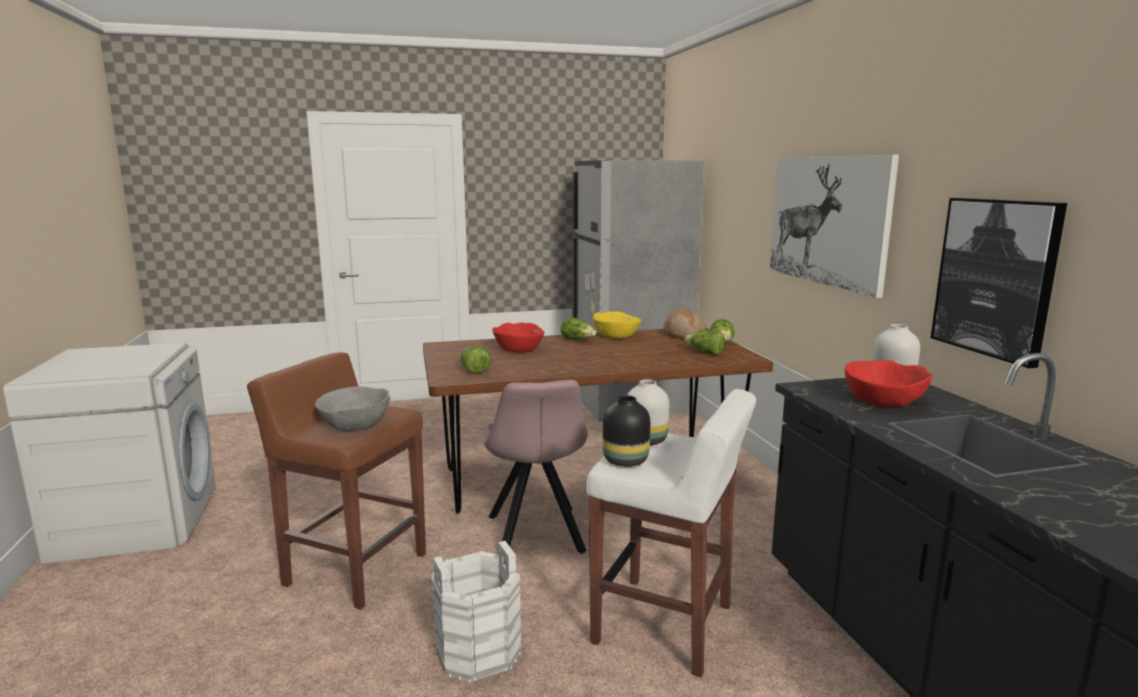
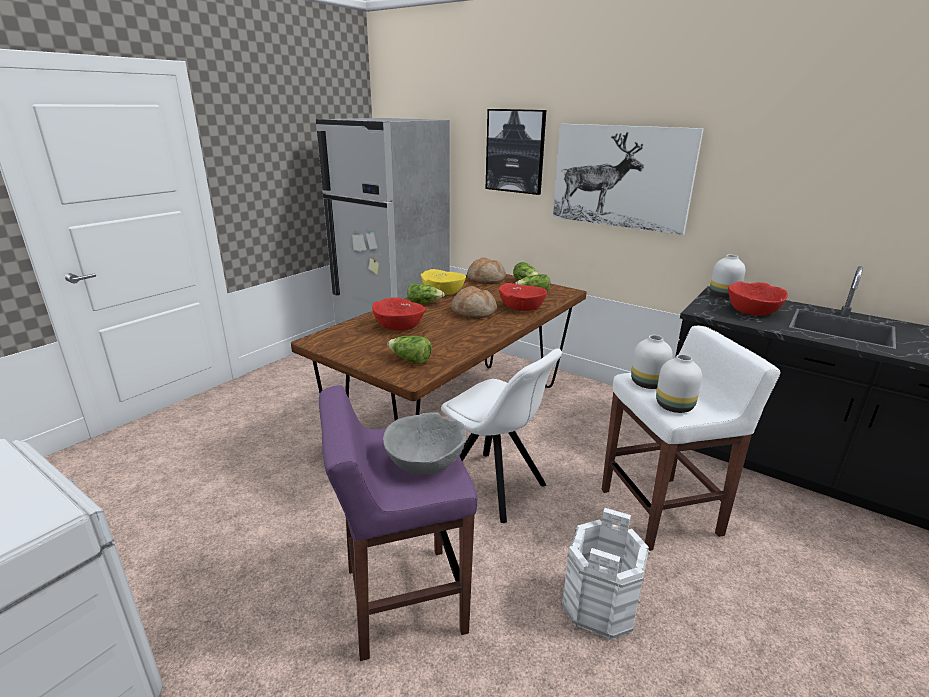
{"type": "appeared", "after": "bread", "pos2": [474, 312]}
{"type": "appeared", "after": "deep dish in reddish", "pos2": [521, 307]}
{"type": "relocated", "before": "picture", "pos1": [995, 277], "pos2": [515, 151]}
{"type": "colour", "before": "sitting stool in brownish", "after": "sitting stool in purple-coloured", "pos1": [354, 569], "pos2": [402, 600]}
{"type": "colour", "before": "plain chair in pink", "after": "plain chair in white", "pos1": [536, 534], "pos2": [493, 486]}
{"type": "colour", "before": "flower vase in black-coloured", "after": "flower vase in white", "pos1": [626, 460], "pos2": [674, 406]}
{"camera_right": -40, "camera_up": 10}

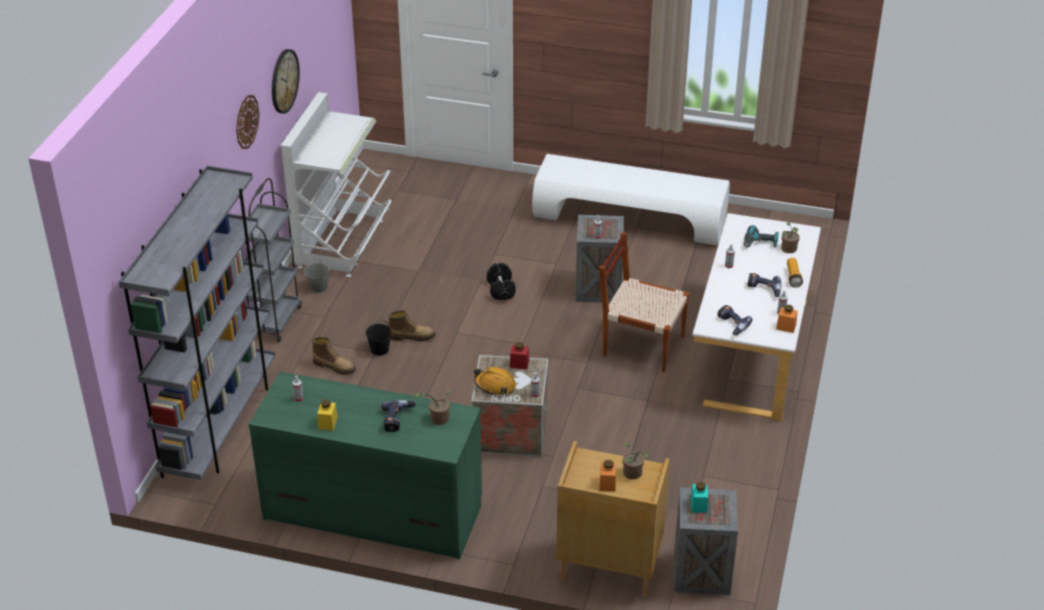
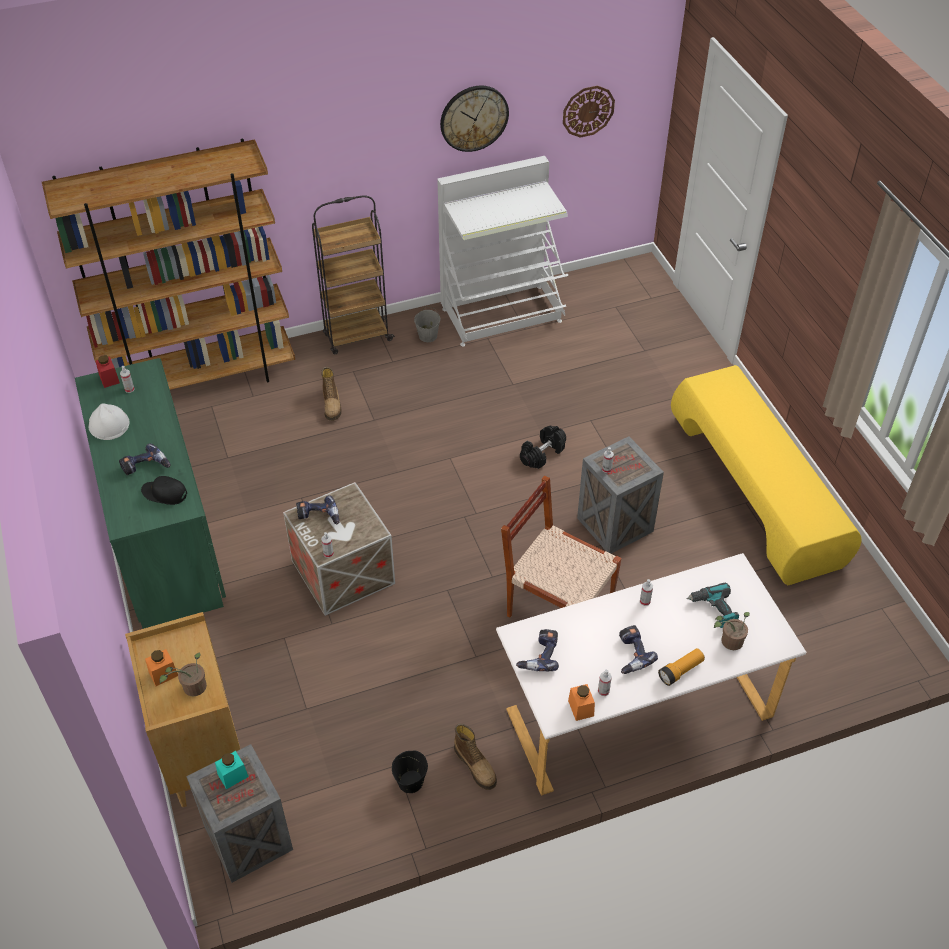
{"type": "relocated", "before": "wall clock", "pos1": [246, 121], "pos2": [588, 111]}
{"type": "relocated", "before": "water bucket in black-coloured", "pos1": [380, 350], "pos2": [410, 782]}
{"type": "relocated", "before": "tall boot", "pos1": [412, 336], "pos2": [476, 765]}
{"type": "relocated", "before": "jar in reddish", "pos1": [519, 364], "pos2": [109, 379]}
{"type": "exchanged", "before": "jar in yellowish", "after": "safety helmet in white", "pos1": [327, 423], "pos2": [109, 424]}
{"type": "exchanged", "before": "houseplant", "after": "cap in black-coloured", "pos1": [437, 419], "pos2": [164, 493]}
{"type": "exchanged", "before": "safety helmet in orange", "after": "drill", "pos1": [495, 385], "pos2": [318, 517]}
{"type": "colour", "before": "shelving unit in grey", "after": "shelving unit in brownish", "pos1": [220, 425], "pos2": [202, 379]}
{"type": "colour", "before": "wheeled cart in grey", "after": "wheeled cart in brownish", "pos1": [275, 323], "pos2": [357, 338]}
{"type": "colour", "before": "bench in white", "after": "bench in yellowish", "pos1": [630, 217], "pos2": [756, 489]}
{"type": "spun", "before": "plain chair", "pos1": [641, 345], "pos2": [557, 606], "turn": -45}
{"camera_right": 55, "camera_up": 10}

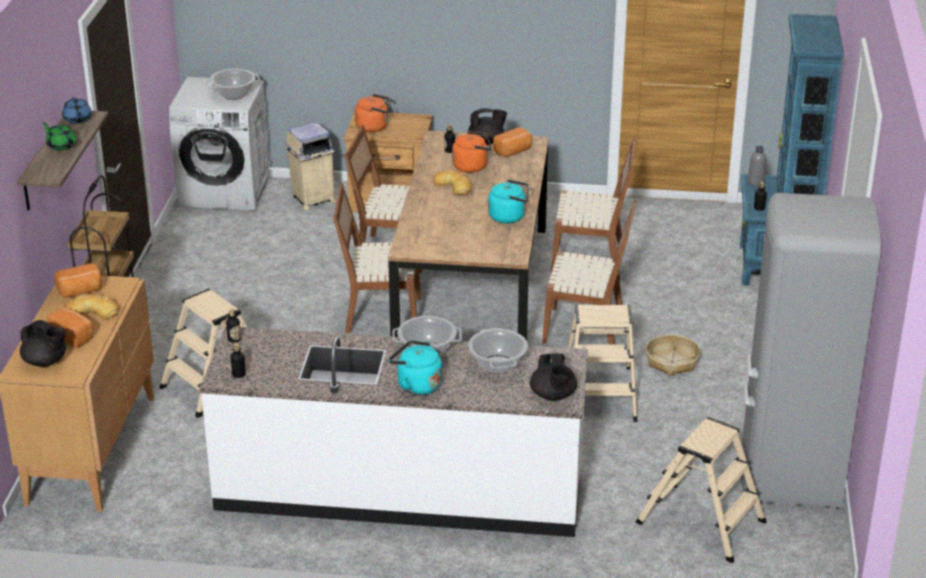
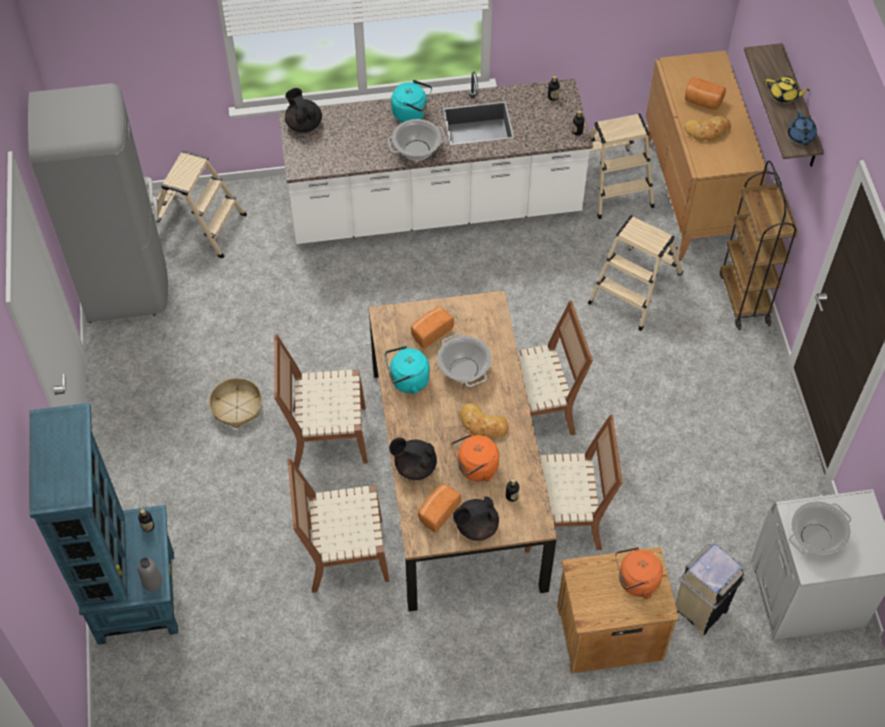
{"type": "relocated", "before": "pot for tea in black-coloured", "pos1": [46, 362], "pos2": [414, 466]}
{"type": "relocated", "before": "bread", "pos1": [80, 291], "pos2": [430, 332]}
{"type": "relocated", "before": "cooking pot", "pos1": [497, 364], "pos2": [464, 369]}
{"type": "relocated", "before": "step stool in beige", "pos1": [599, 392], "pos2": [613, 182]}
{"type": "colour", "before": "pot for tea in greenish", "after": "pot for tea in yellowish", "pos1": [61, 145], "pos2": [784, 96]}
{"type": "spun", "before": "pot for tea in blue", "pos1": [77, 119], "pos2": [801, 136], "turn": -150}
{"camera_right": 165, "camera_up": 25}

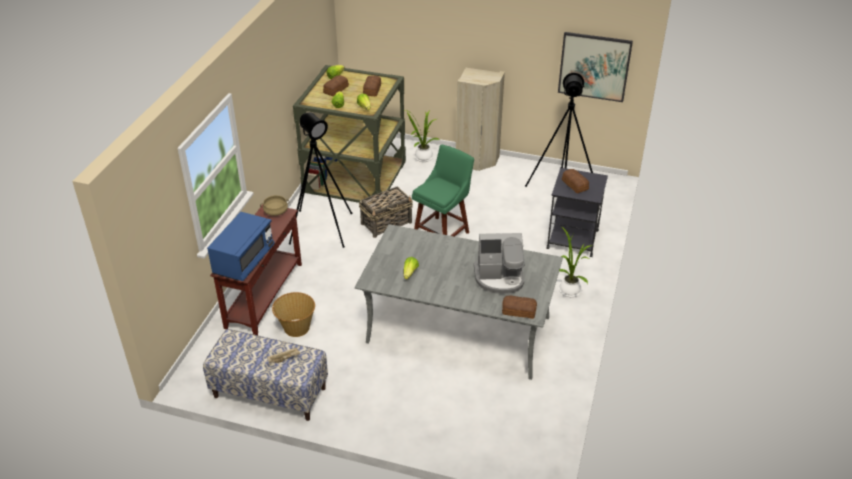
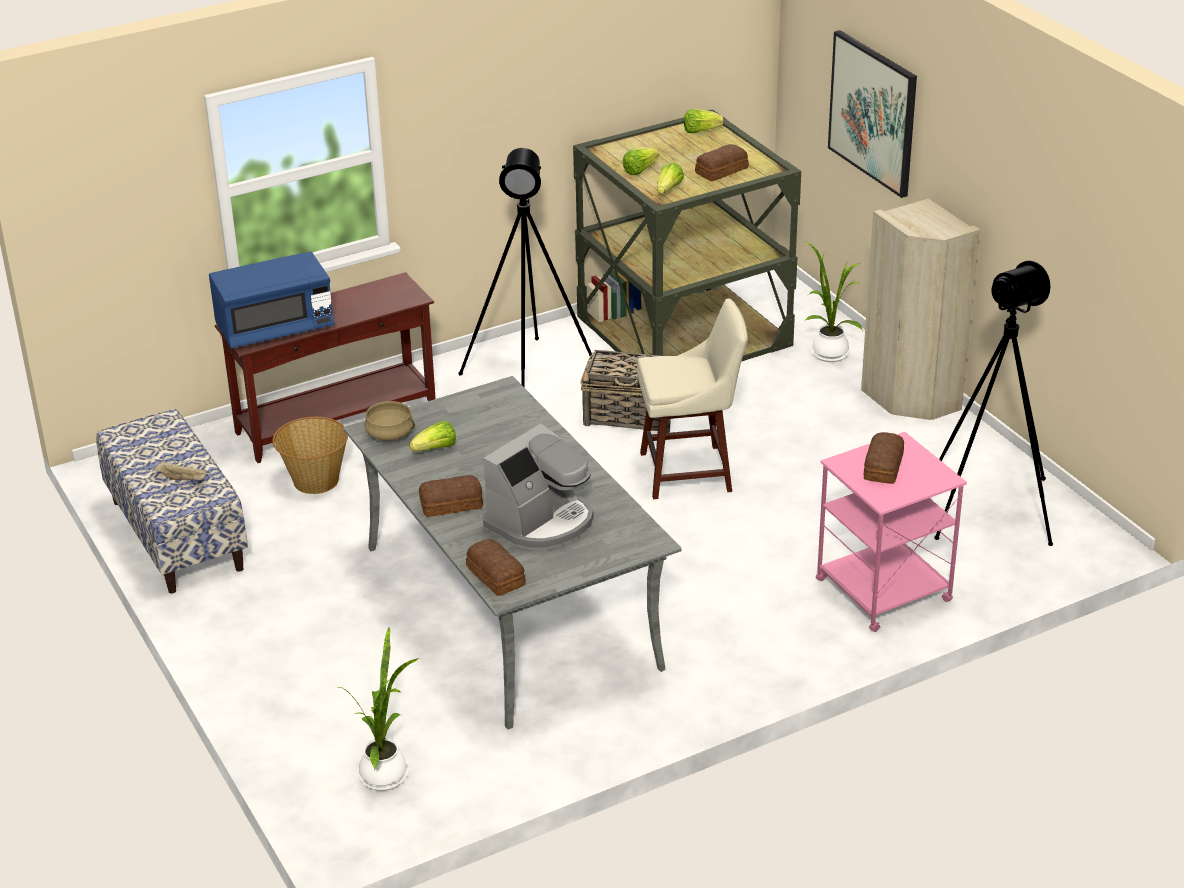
{"type": "relocated", "before": "cooking pot in beige", "pos1": [276, 211], "pos2": [390, 434]}
{"type": "relocated", "before": "bread", "pos1": [335, 89], "pos2": [450, 504]}
{"type": "relocated", "before": "picture", "pos1": [594, 66], "pos2": [873, 112]}
{"type": "relocated", "before": "houseplant", "pos1": [568, 289], "pos2": [385, 773]}
{"type": "colour", "before": "sitting stool in greenish", "after": "sitting stool in beige", "pos1": [443, 233], "pos2": [691, 471]}
{"type": "colour", "before": "wheeled cart in black-coloured", "after": "wheeled cart in pink", "pos1": [572, 240], "pos2": [882, 591]}
{"type": "spun", "before": "coffee brewer", "pos1": [499, 278], "pos2": [541, 522], "turn": -90}
{"camera_right": 45, "camera_up": -5}

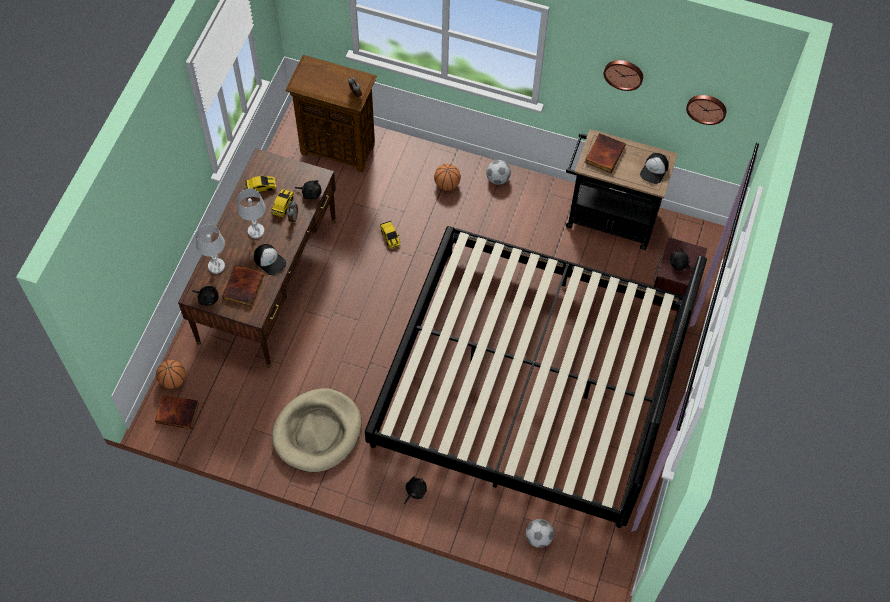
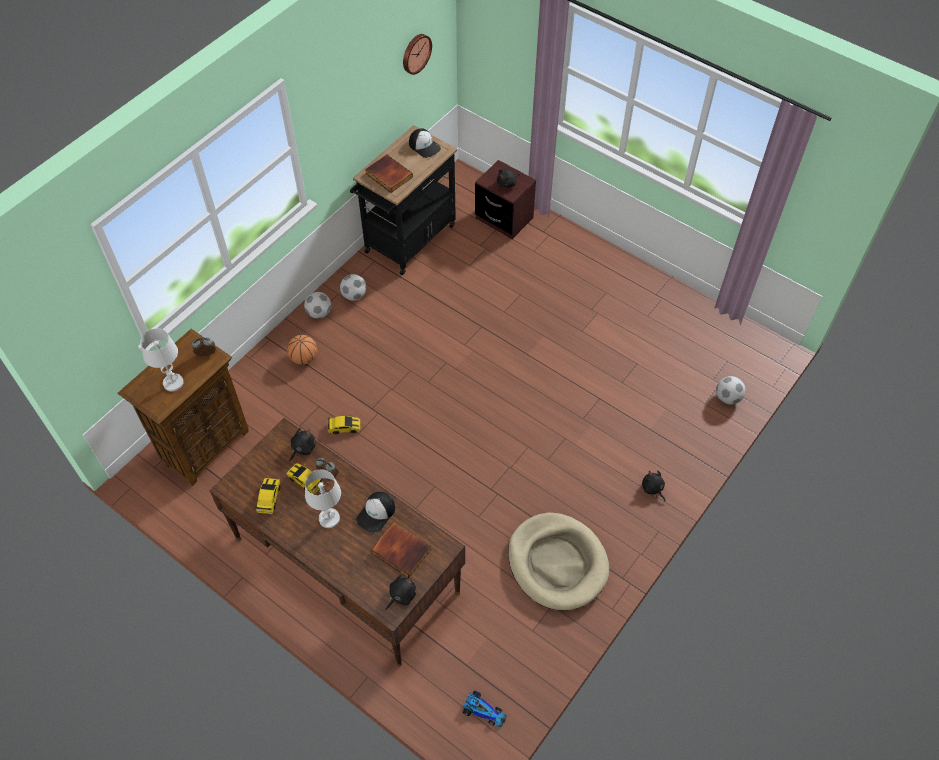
{"type": "missing", "before": "basketball", "pos1": [173, 380]}
{"type": "missing", "before": "bedroom bed", "pos1": [530, 383]}
{"type": "missing", "before": "wall clock", "pos1": [624, 73]}
{"type": "appeared", "after": "football", "pos2": [354, 295]}
{"type": "relocated", "before": "tabletop lamp in white", "pos1": [216, 266], "pos2": [173, 382]}
{"type": "exchanged", "before": "volume", "after": "model car", "pos1": [178, 412], "pos2": [484, 710]}
{"type": "spun", "before": "cap", "pos1": [270, 260], "pos2": [376, 513], "turn": 150}
{"camera_right": -70, "camera_up": -5}

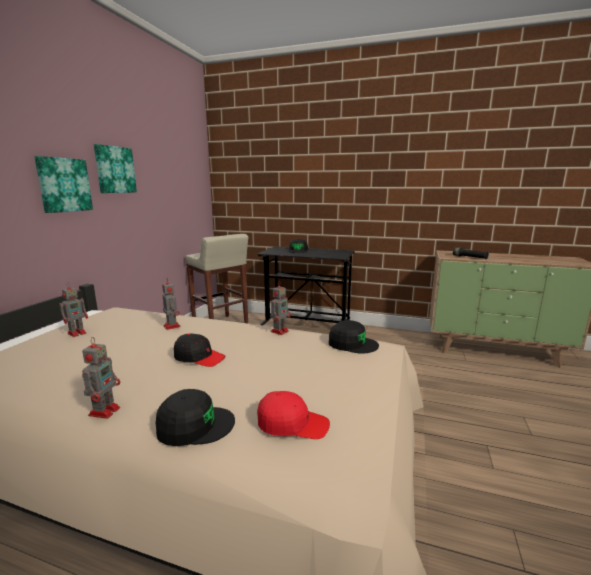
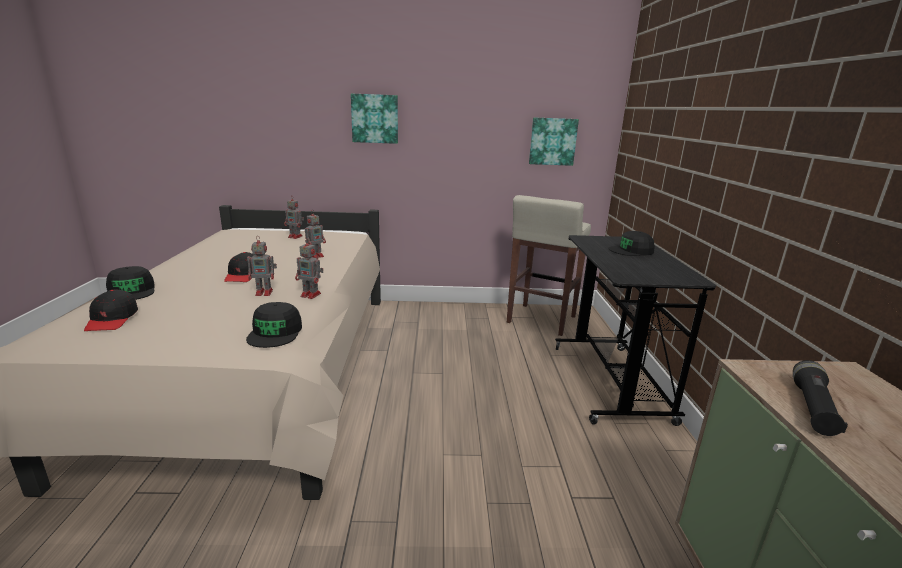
{"type": "relocated", "before": "model robot", "pos1": [105, 410], "pos2": [265, 292]}
{"type": "relocated", "before": "picture", "pos1": [114, 170], "pos2": [552, 141]}
{"type": "colour", "before": "cap in reddish", "after": "cap in black-coloured", "pos1": [292, 424], "pos2": [112, 319]}
{"camera_right": 70, "camera_up": 5}

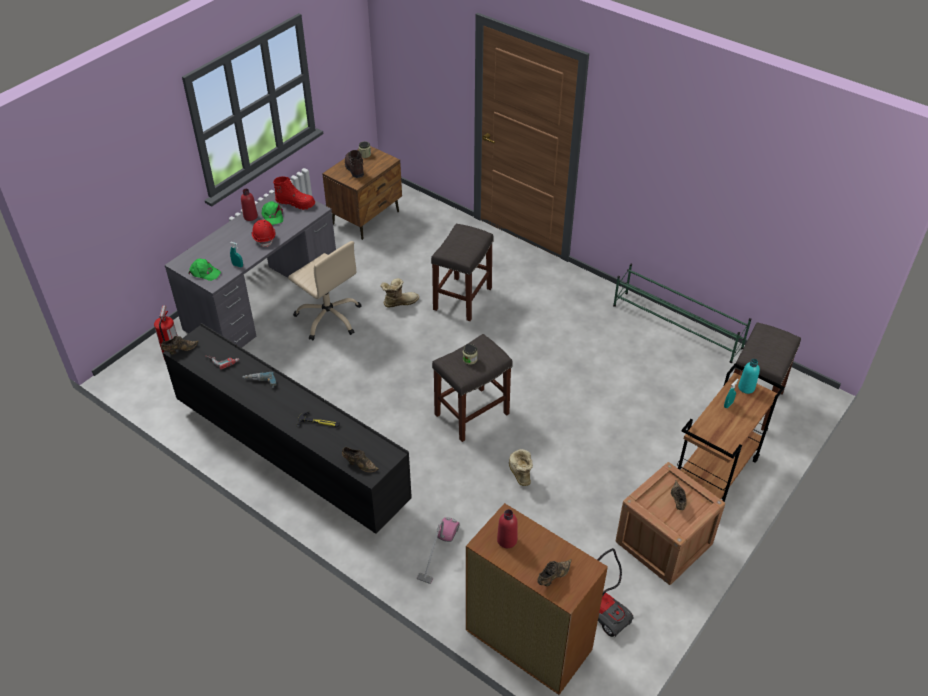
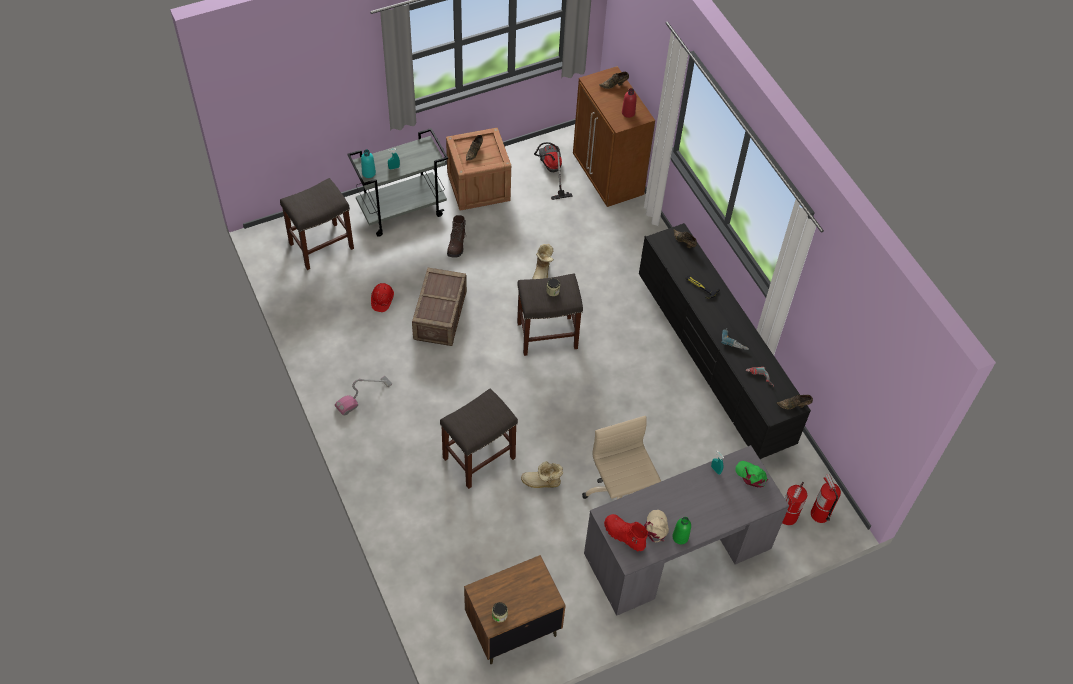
{"type": "missing", "before": "shoe stand in greenish", "pos1": [677, 327]}
{"type": "appeared", "after": "packing crate", "pos2": [439, 316]}
{"type": "appeared", "after": "fire-fighting cylinder", "pos2": [819, 514]}
{"type": "relocated", "before": "safety helmet in reddish", "pos1": [264, 237], "pos2": [382, 300]}
{"type": "relocated", "before": "tall boot in brownish", "pos1": [354, 169], "pos2": [457, 244]}
{"type": "relocated", "before": "hoover", "pos1": [438, 552], "pos2": [364, 396]}
{"type": "colour", "before": "drink bottle in reddish", "after": "drink bottle in greenish", "pos1": [250, 216], "pos2": [680, 537]}
{"type": "colour", "before": "cap in greenish", "after": "cap in beige", "pos1": [272, 216], "pos2": [656, 527]}
{"type": "colour", "before": "wheeled cart in brownish", "after": "wheeled cart in grey", "pos1": [715, 475], "pos2": [402, 210]}
{"camera_right": -155, "camera_up": 10}

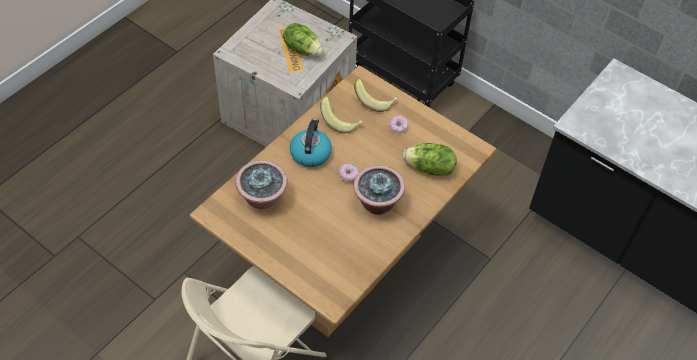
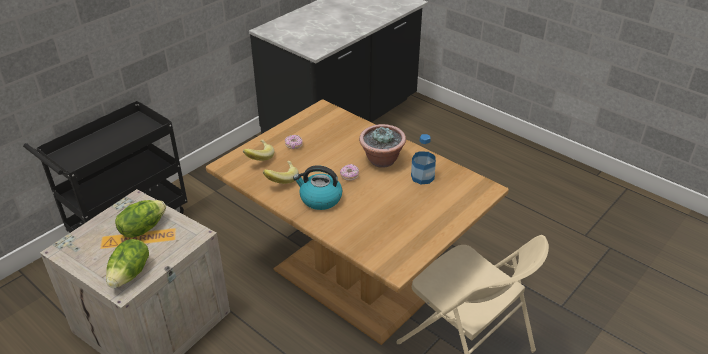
{"type": "missing", "before": "houseplant", "pos1": [263, 198]}
{"type": "appeared", "after": "drink bottle", "pos2": [422, 177]}
{"type": "relocated", "before": "lettuce", "pos1": [430, 169], "pos2": [130, 274]}
{"camera_right": -85, "camera_up": -15}

